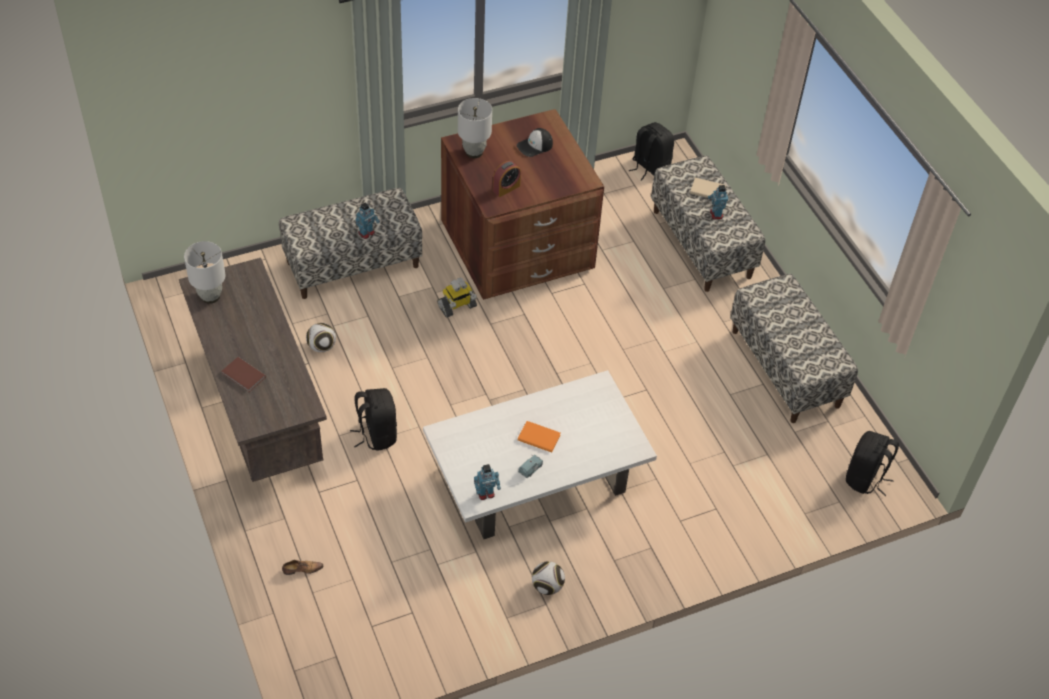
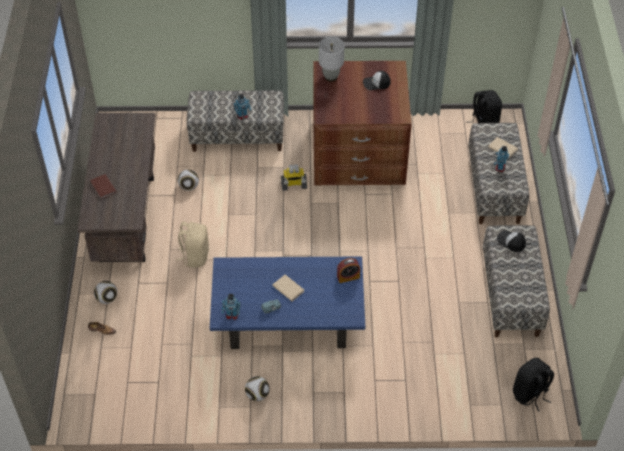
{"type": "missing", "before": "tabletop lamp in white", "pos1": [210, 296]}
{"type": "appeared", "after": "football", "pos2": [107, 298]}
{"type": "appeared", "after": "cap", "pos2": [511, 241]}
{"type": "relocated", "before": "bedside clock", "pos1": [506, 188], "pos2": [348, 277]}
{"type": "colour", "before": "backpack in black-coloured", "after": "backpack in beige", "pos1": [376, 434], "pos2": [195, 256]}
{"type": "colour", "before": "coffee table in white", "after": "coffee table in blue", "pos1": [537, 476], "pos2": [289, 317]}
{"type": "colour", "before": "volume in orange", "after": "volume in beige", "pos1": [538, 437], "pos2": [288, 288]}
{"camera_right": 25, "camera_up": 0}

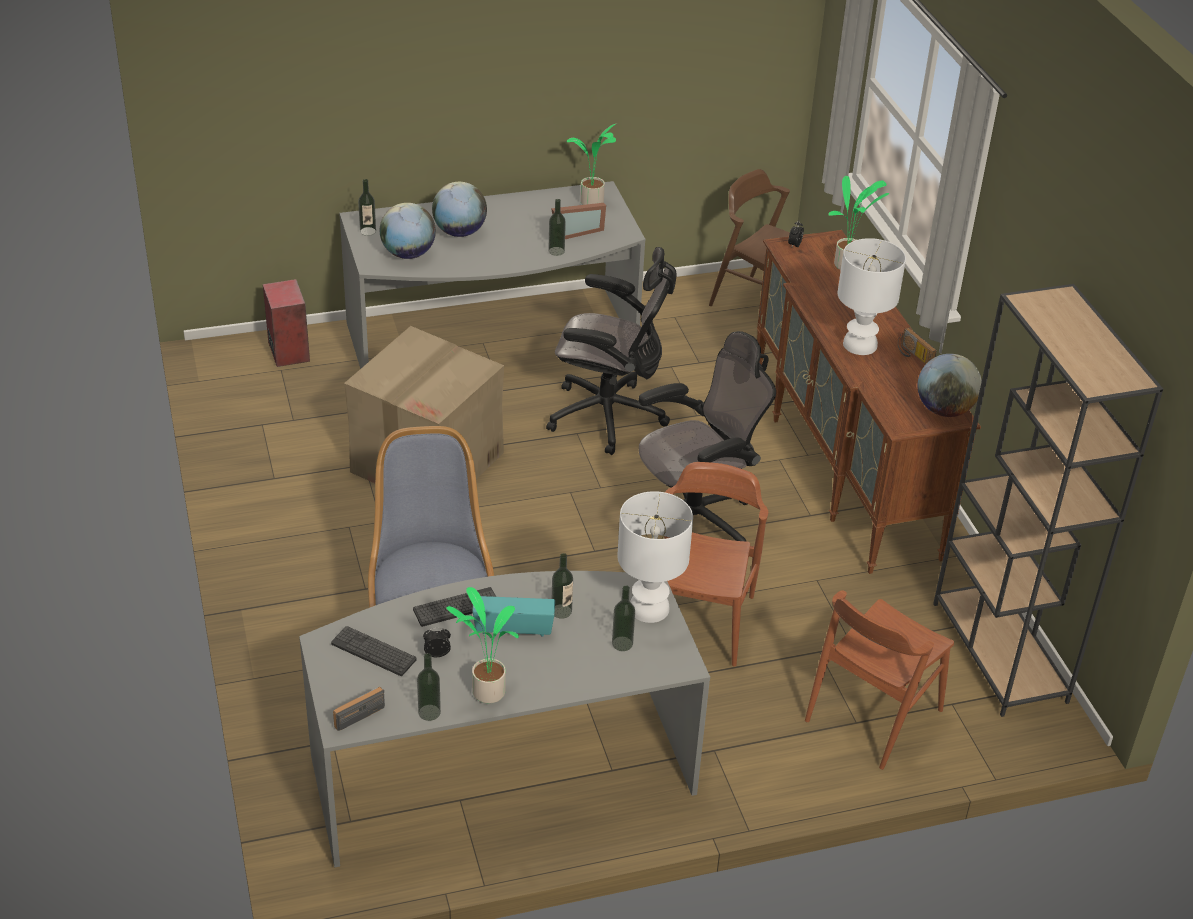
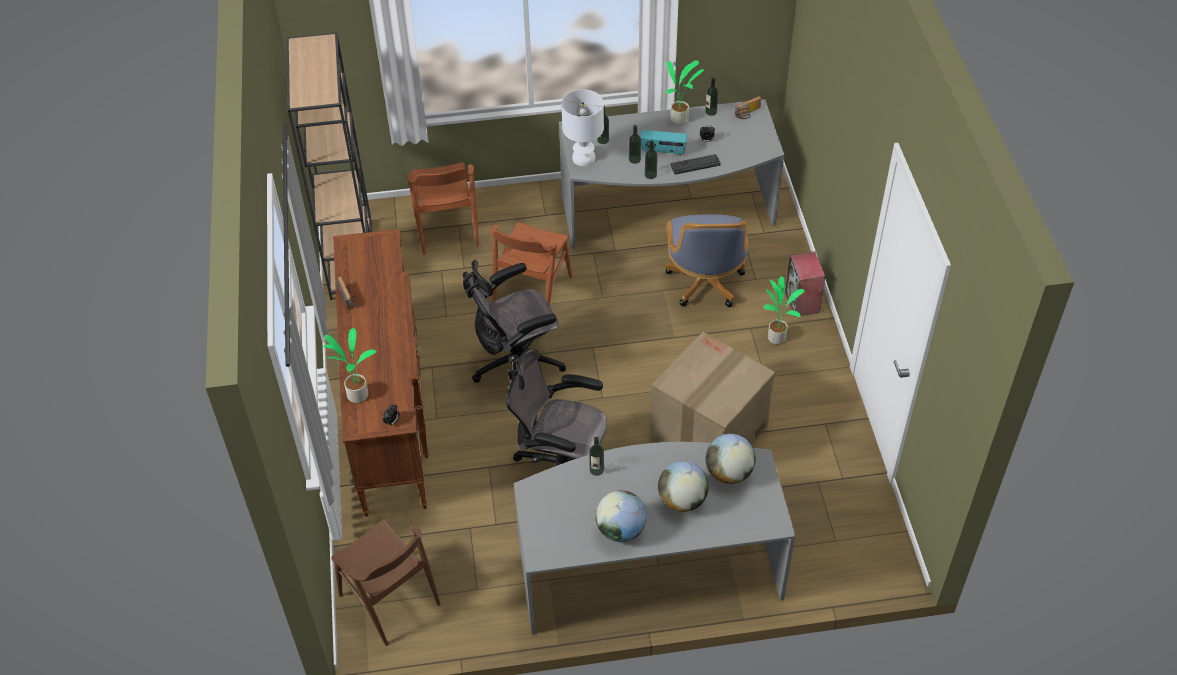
{"type": "missing", "before": "computer keyboard", "pos1": [373, 651]}
{"type": "missing", "before": "standing frame", "pos1": [575, 232]}
{"type": "missing", "before": "tabletop lamp in white", "pos1": [860, 344]}
{"type": "relocated", "before": "audio speaker", "pos1": [288, 351], "pos2": [802, 302]}
{"type": "relocated", "before": "drink bottle", "pos1": [368, 231], "pos2": [650, 175]}
{"type": "relocated", "before": "houseplant", "pos1": [591, 203], "pos2": [777, 337]}
{"type": "relocated", "before": "world globe", "pos1": [944, 410], "pos2": [620, 530]}
{"type": "spun", "before": "plain chair in brownish", "pos1": [873, 715], "pos2": [446, 228], "turn": 120}
{"camera_right": -170, "camera_up": 10}

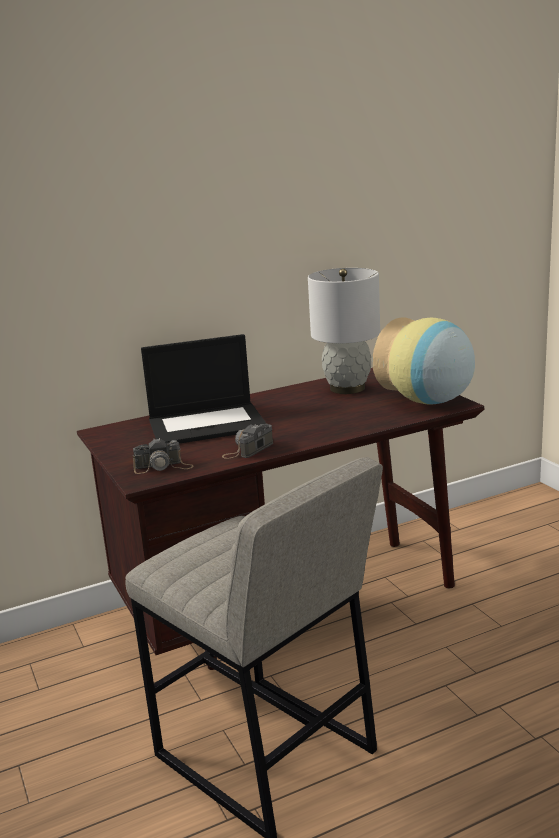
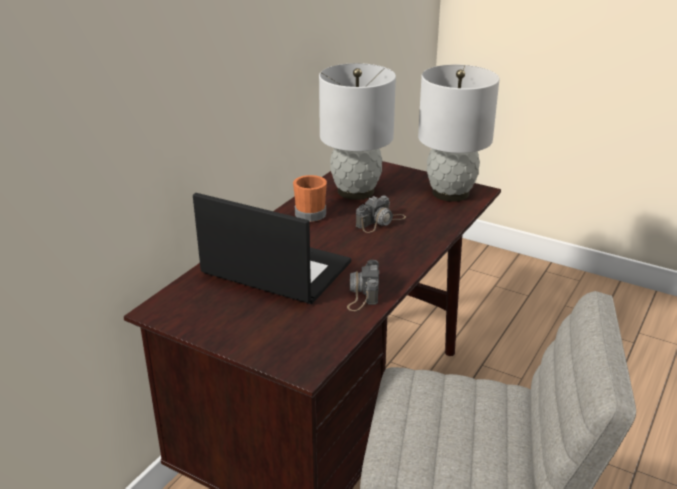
{"type": "appeared", "after": "mug in orange", "pos2": [311, 213]}
{"type": "relocated", "before": "still camera", "pos1": [163, 467], "pos2": [380, 221]}
{"type": "exchanged", "before": "flower vase", "after": "tabletop lamp in white", "pos1": [429, 401], "pos2": [450, 193]}
{"type": "spun", "before": "laptop", "pos1": [208, 424], "pos2": [274, 269], "turn": -105}
{"camera_right": -35, "camera_up": 10}

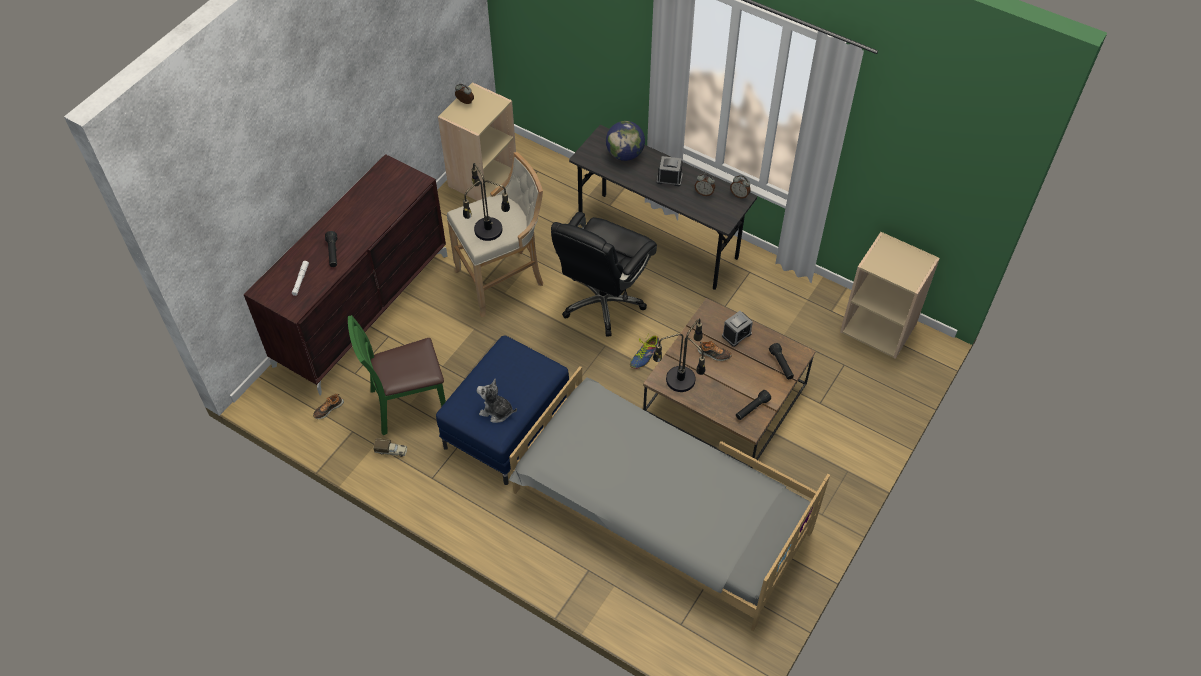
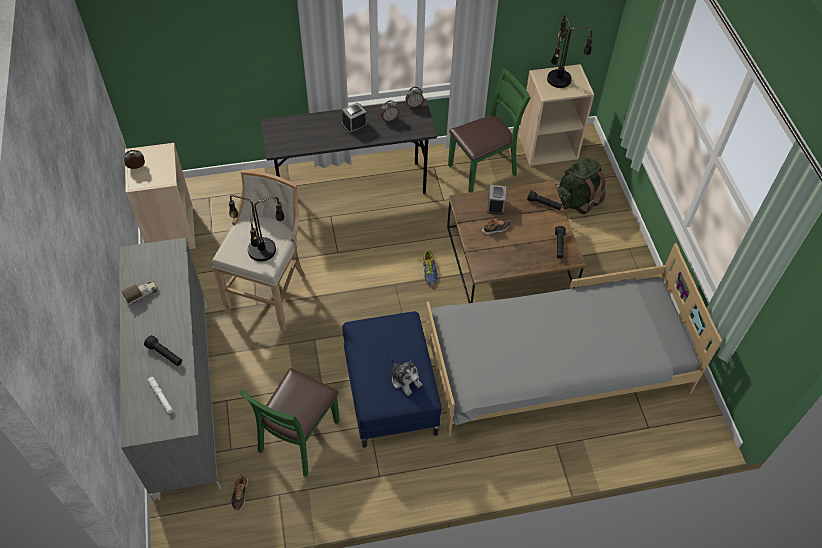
{"type": "missing", "before": "computer chair in black-coloured", "pos1": [603, 300]}
{"type": "missing", "before": "world globe", "pos1": [625, 154]}
{"type": "appeared", "after": "plain chair in greenish", "pos2": [482, 169]}
{"type": "appeared", "after": "backpack in greenish", "pos2": [576, 199]}
{"type": "relocated", "before": "model truck", "pos1": [391, 451], "pos2": [142, 294]}
{"type": "relocated", "before": "tabletop lamp", "pos1": [680, 380], "pos2": [559, 79]}
{"type": "colour", "before": "dresser in brownish", "after": "dresser in grey", "pos1": [362, 309], "pos2": [181, 396]}
{"type": "spun", "before": "soft toy", "pos1": [496, 411], "pos2": [405, 380], "turn": -105}
{"camera_right": -45, "camera_up": 0}

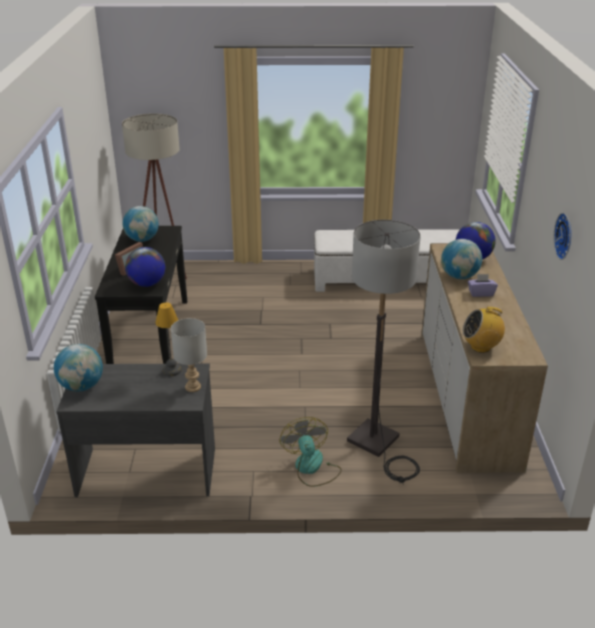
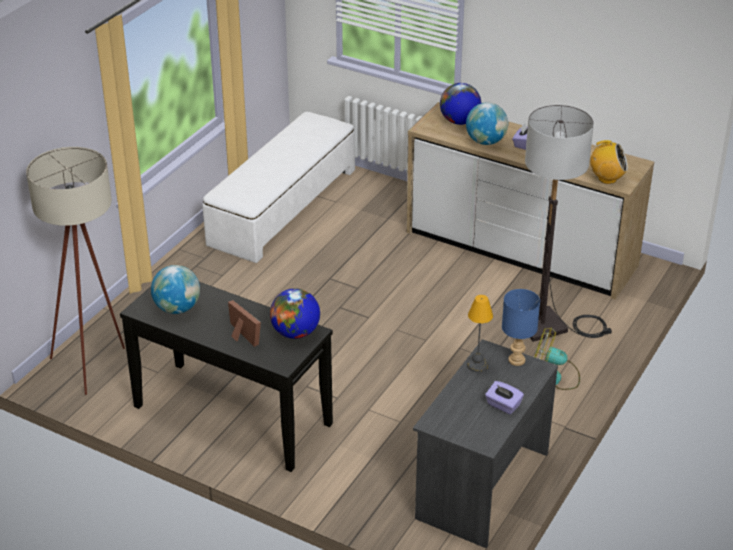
{"type": "missing", "before": "world globe", "pos1": [82, 386]}
{"type": "missing", "before": "wall clock", "pos1": [566, 236]}
{"type": "appeared", "after": "tissue box in purple-coloured", "pos2": [503, 405]}
{"type": "colour", "before": "tabletop lamp in grey", "after": "tabletop lamp in blue", "pos1": [193, 387], "pos2": [516, 360]}
{"type": "spun", "before": "radio", "pos1": [481, 347], "pos2": [607, 179], "turn": -105}
{"camera_right": -60, "camera_up": 5}

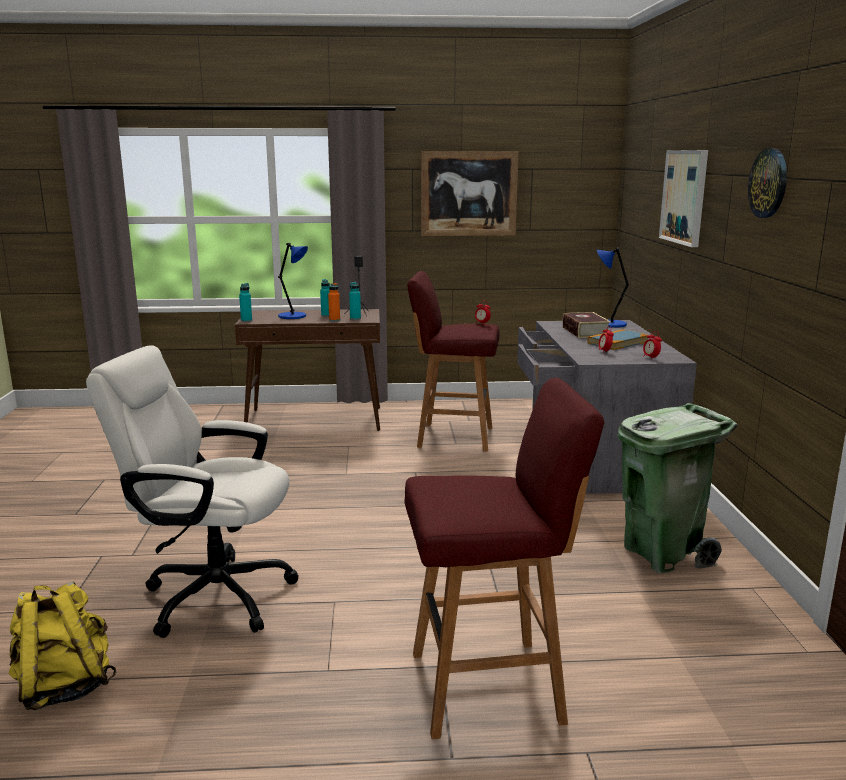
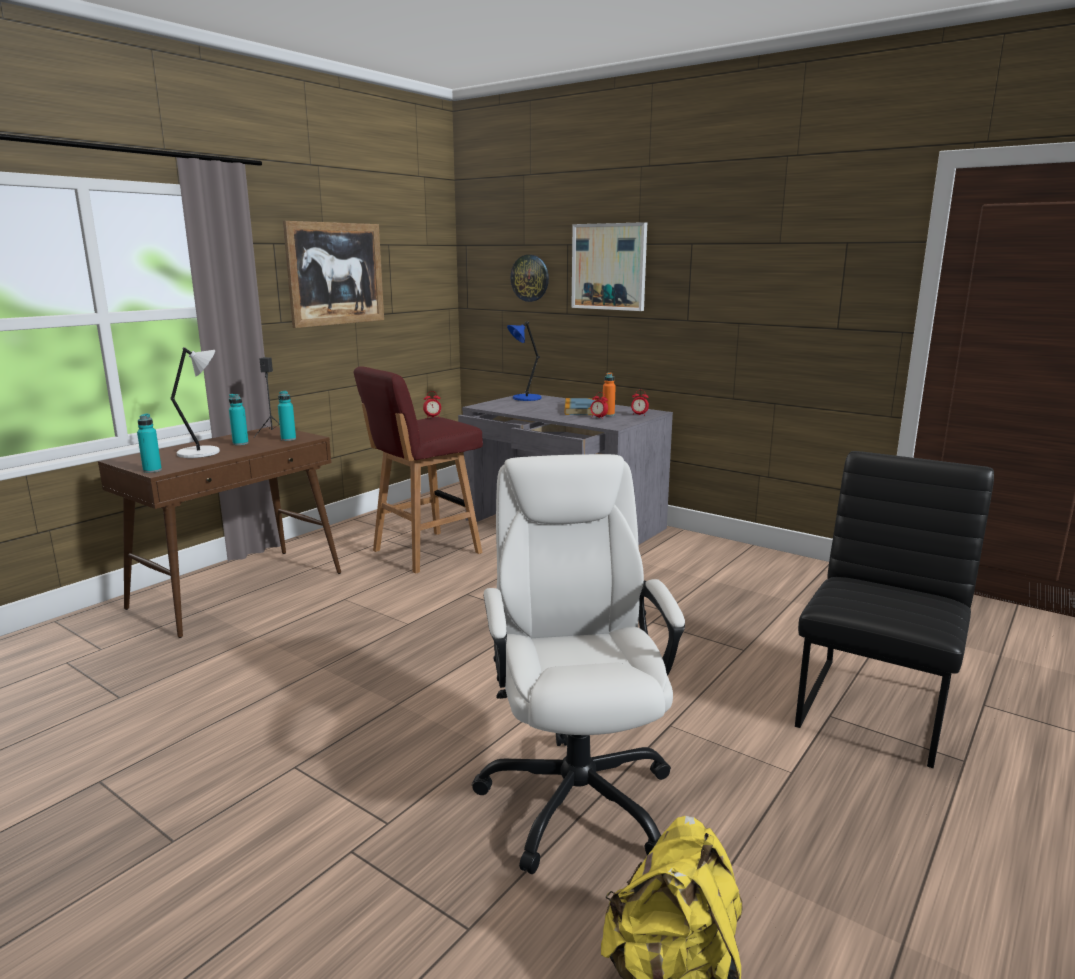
{"type": "missing", "before": "volume", "pos1": [585, 332]}
{"type": "missing", "before": "waste bin in greenish", "pos1": [663, 554]}
{"type": "relocated", "before": "drink bottle in orange", "pos1": [334, 320], "pos2": [608, 415]}
{"type": "relocated", "before": "wall clock", "pos1": [769, 183], "pos2": [530, 278]}
{"type": "exchanged", "before": "sitting stool in reddish", "after": "plain chair in black-coloured", "pos1": [490, 686], "pos2": [876, 706]}
{"type": "colour", "before": "tabletop lamp in blue", "after": "tabletop lamp in white", "pos1": [294, 316], "pos2": [201, 453]}
{"type": "spun", "before": "computer chair in white", "pos1": [211, 597], "pos2": [574, 795], "turn": 120}
{"camera_right": -50, "camera_up": 0}

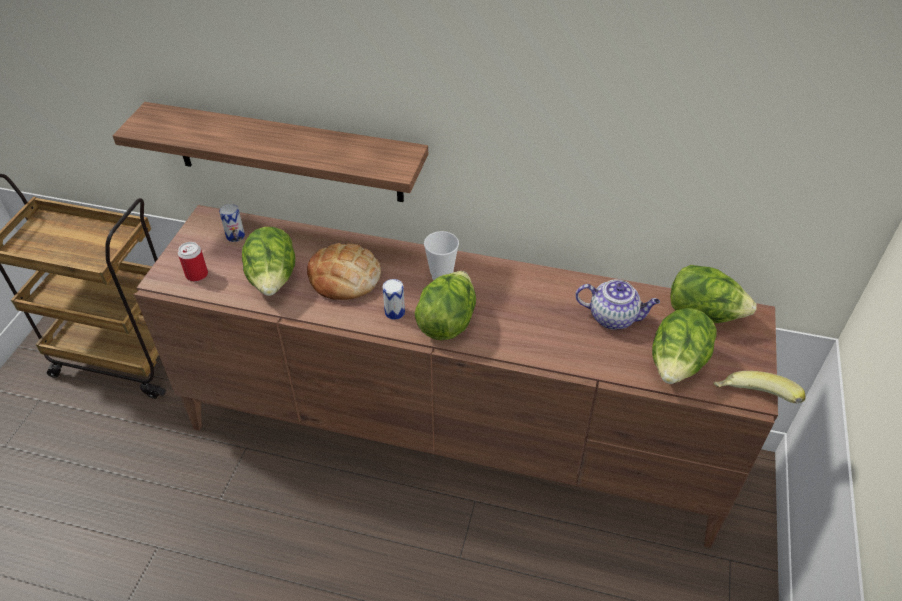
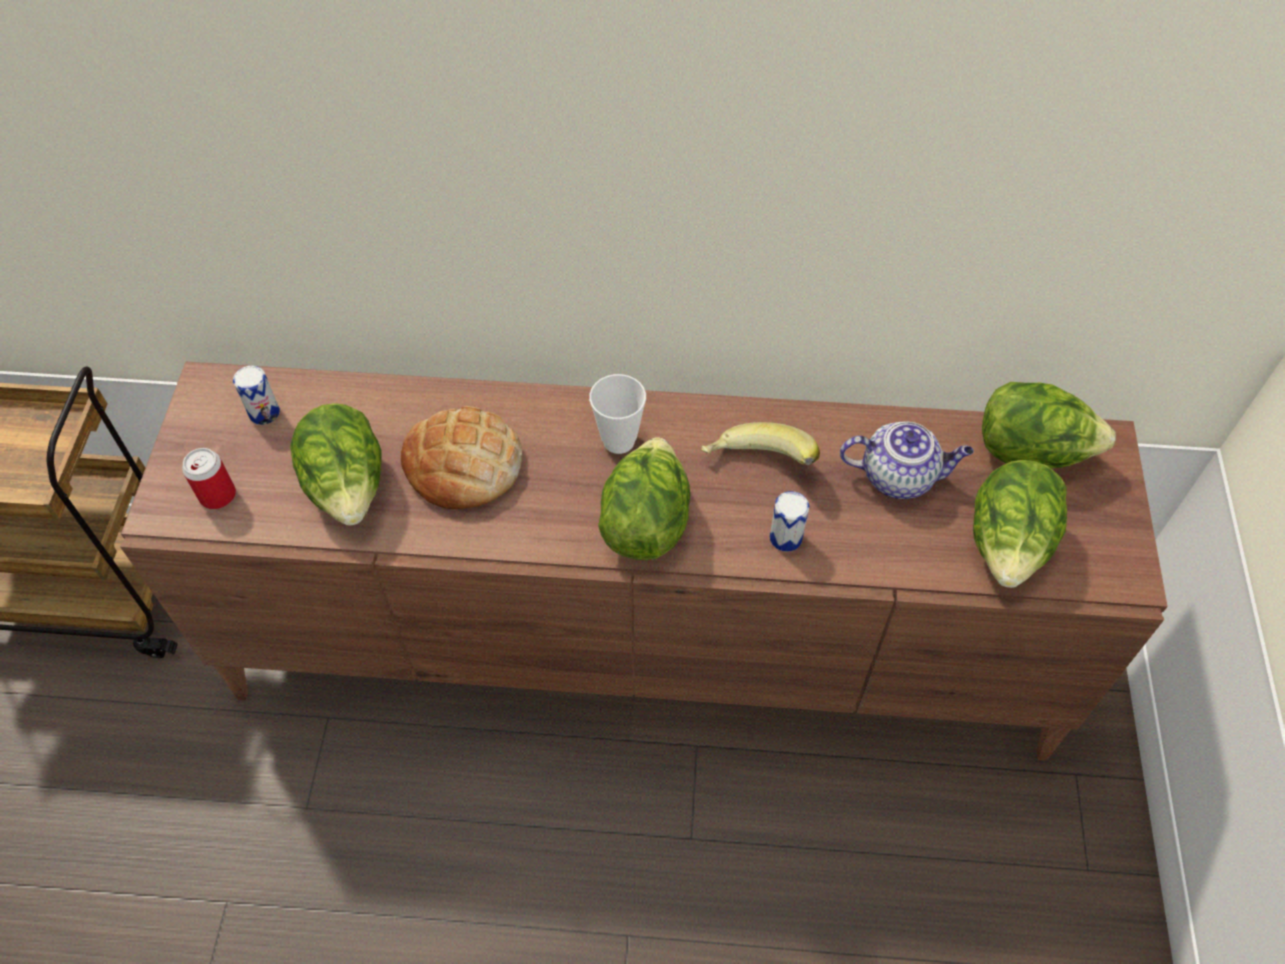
{"type": "missing", "before": "bracket shelf", "pos1": [287, 153]}
{"type": "relocated", "before": "sealed can", "pos1": [394, 312], "pos2": [785, 537]}
{"type": "relocated", "before": "banana fruit", "pos1": [752, 402], "pos2": [757, 467]}
{"camera_right": -10, "camera_up": 10}

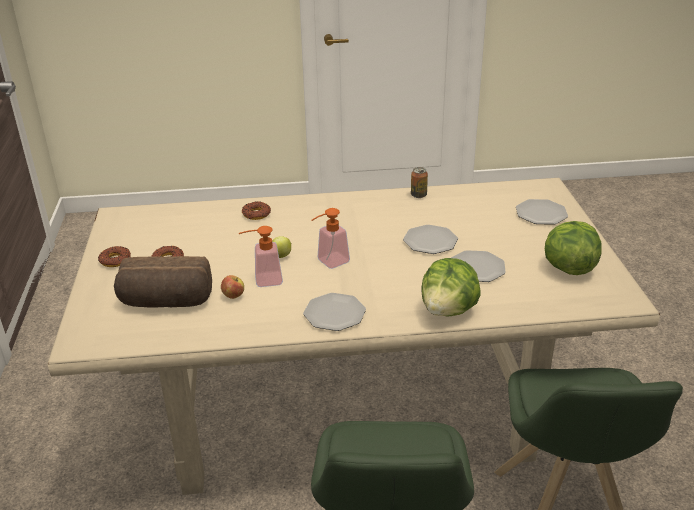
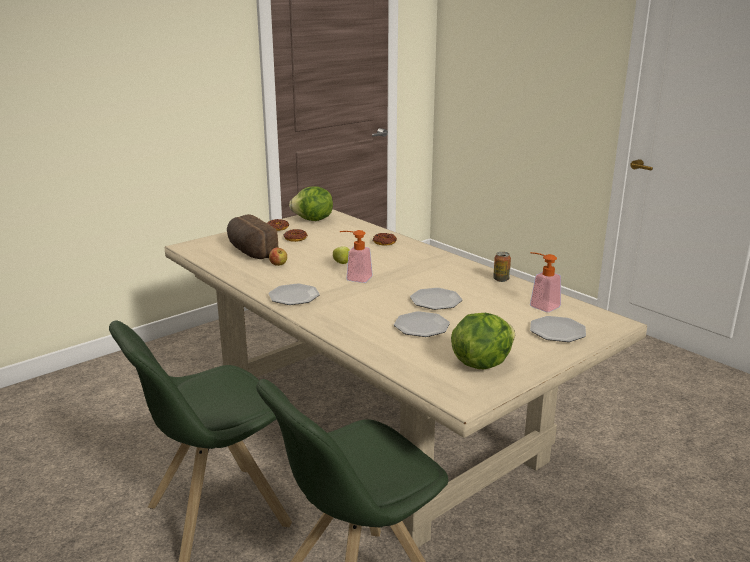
{"type": "relocated", "before": "soap bottle", "pos1": [263, 280], "pos2": [540, 305]}
{"type": "relocated", "before": "lettuce", "pos1": [448, 310], "pos2": [313, 220]}
{"camera_right": 55, "camera_up": -10}

